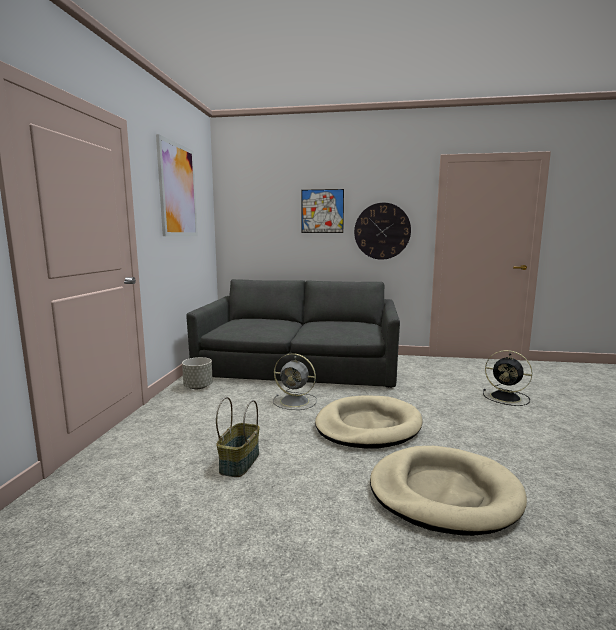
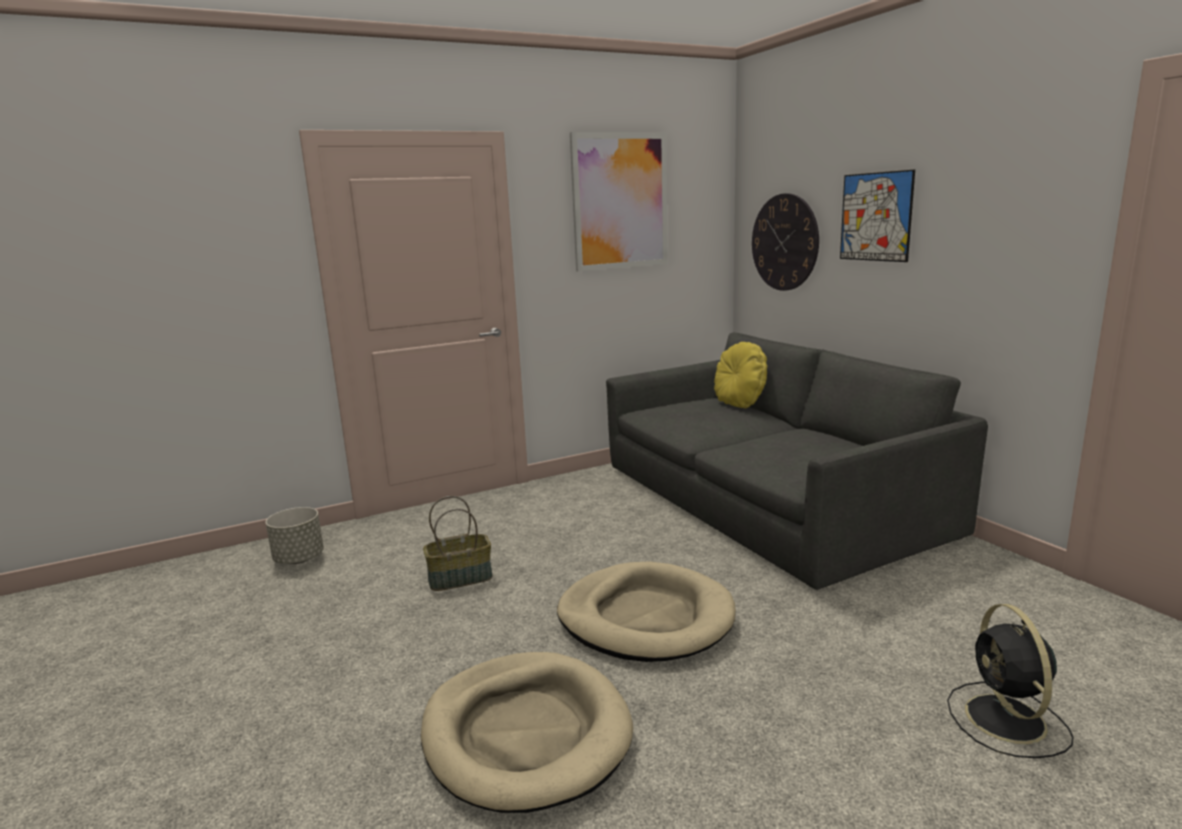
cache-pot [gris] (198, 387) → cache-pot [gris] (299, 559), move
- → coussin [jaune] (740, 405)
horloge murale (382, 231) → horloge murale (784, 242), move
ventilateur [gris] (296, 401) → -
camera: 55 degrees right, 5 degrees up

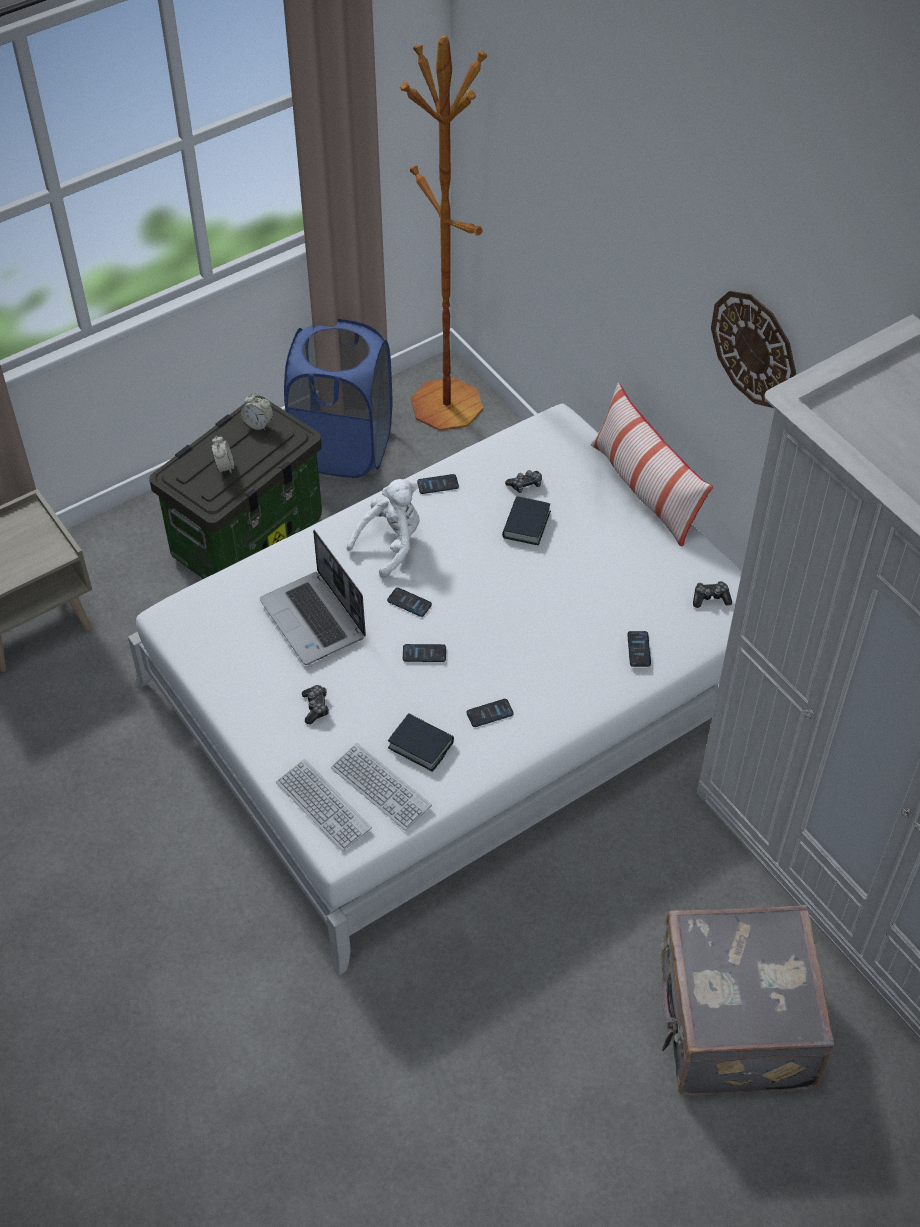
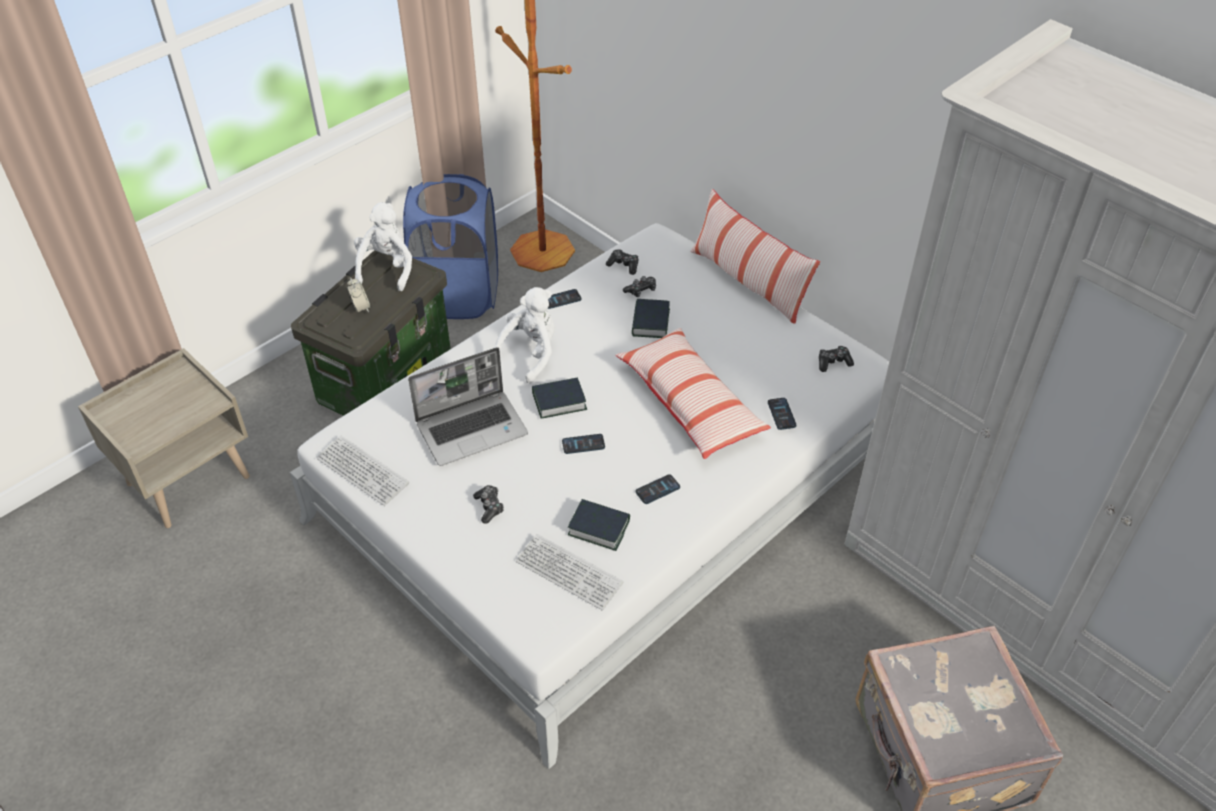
clavier (323, 806) → clavier (362, 472), move
réveil (258, 424) → peluche [blanc] (386, 269)
ordinateur portable (315, 620) → ordinateur portable (472, 428), 75 degrees counterclockwise
téléphone (409, 602) → livre (559, 401)
- → manette (623, 265)
- → coussin (690, 403)
horloge murale (754, 348) → -
camera: 10 degrees left, 5 degrees down

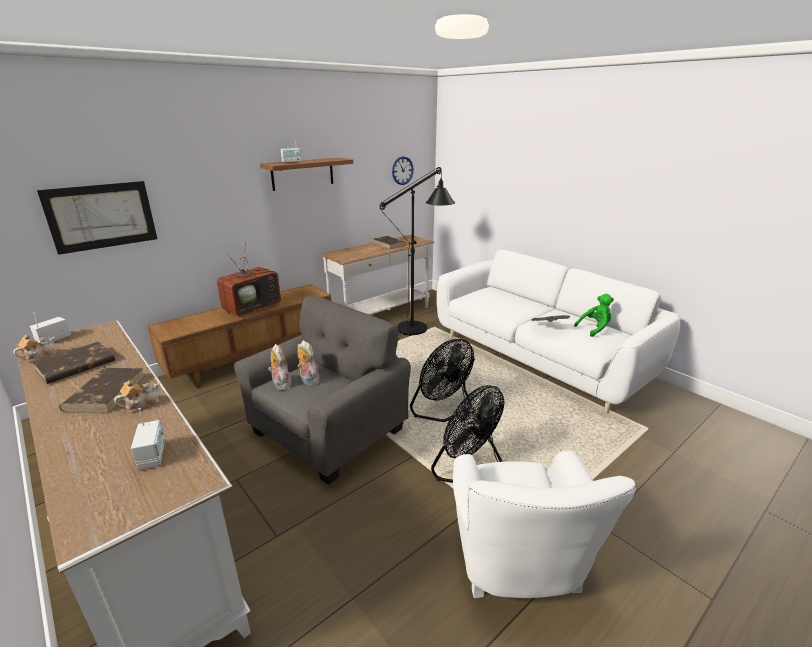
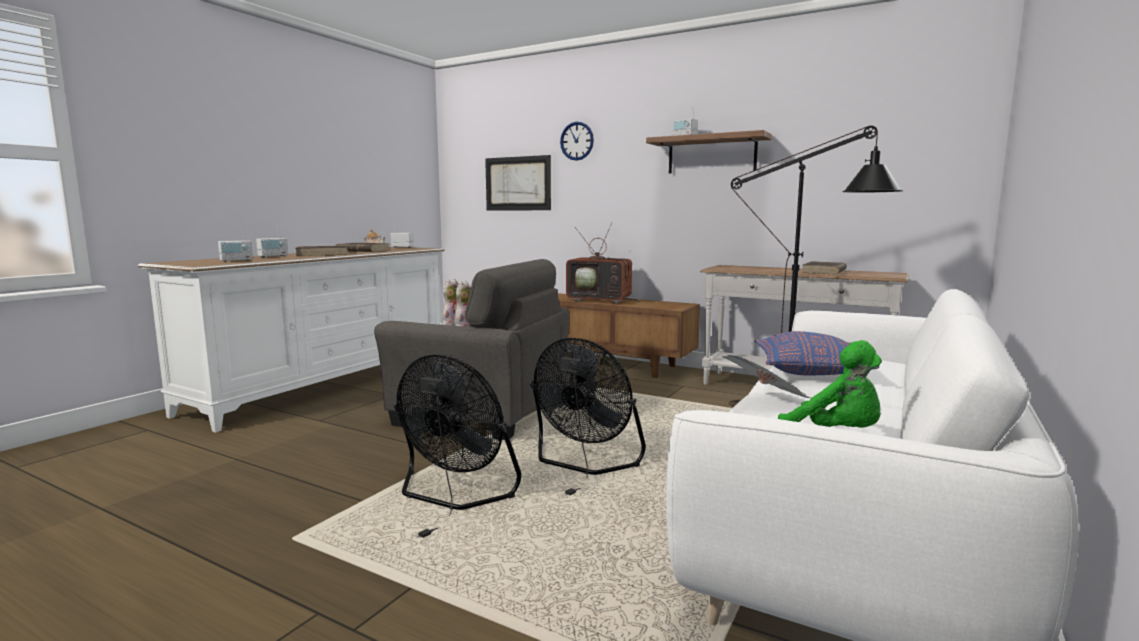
- → radio (273, 256)
horloge murale (402, 170) → horloge murale (577, 141), move
- → coussin [bleu] (810, 371)
théière (141, 405) → -
fauteuil [blanc] (517, 561) → -
camera: 70 degrees right, 15 degrees down

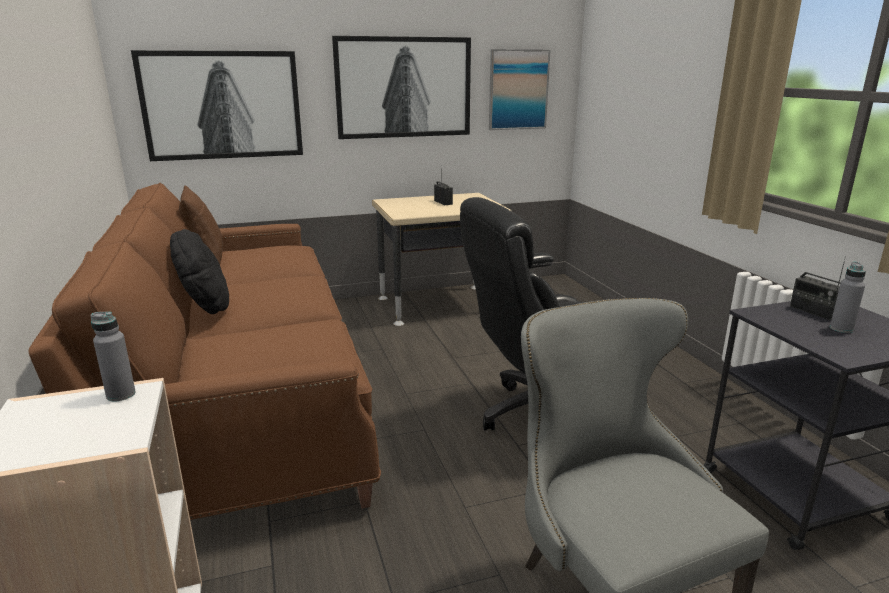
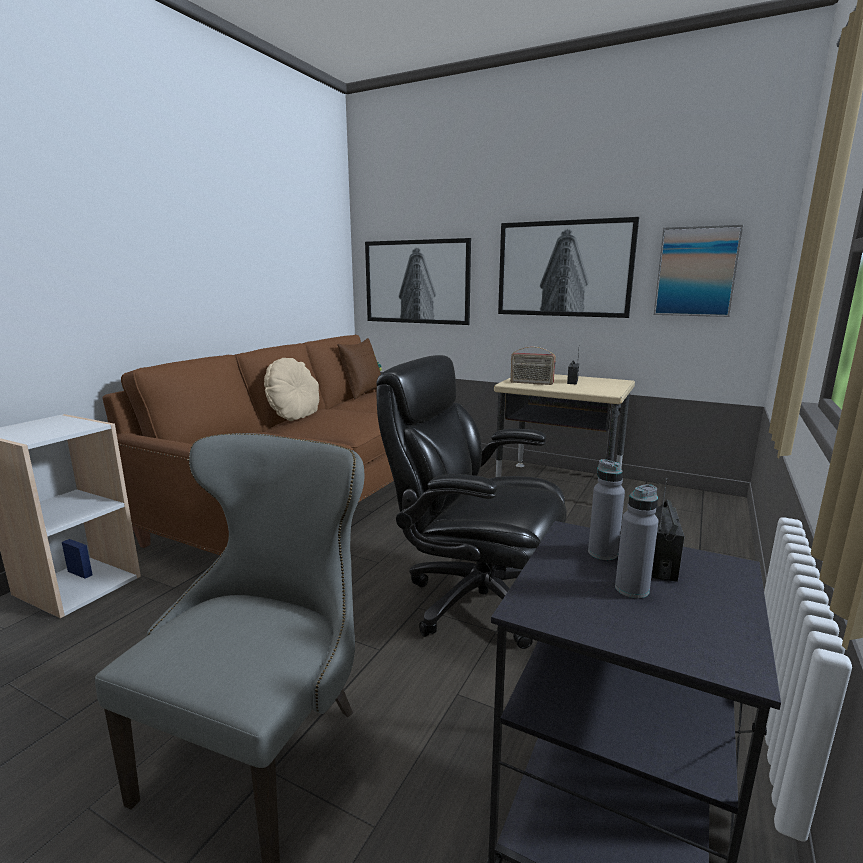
coussin [noir] (206, 309) → coussin [beige] (294, 418)
- → radio (531, 383)
bouteille [gris] (121, 395) → bouteille [gris] (602, 553), move
camera: 45 degrees right, 5 degrees down

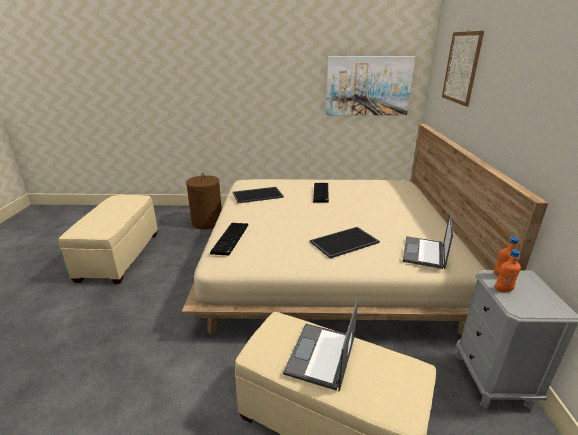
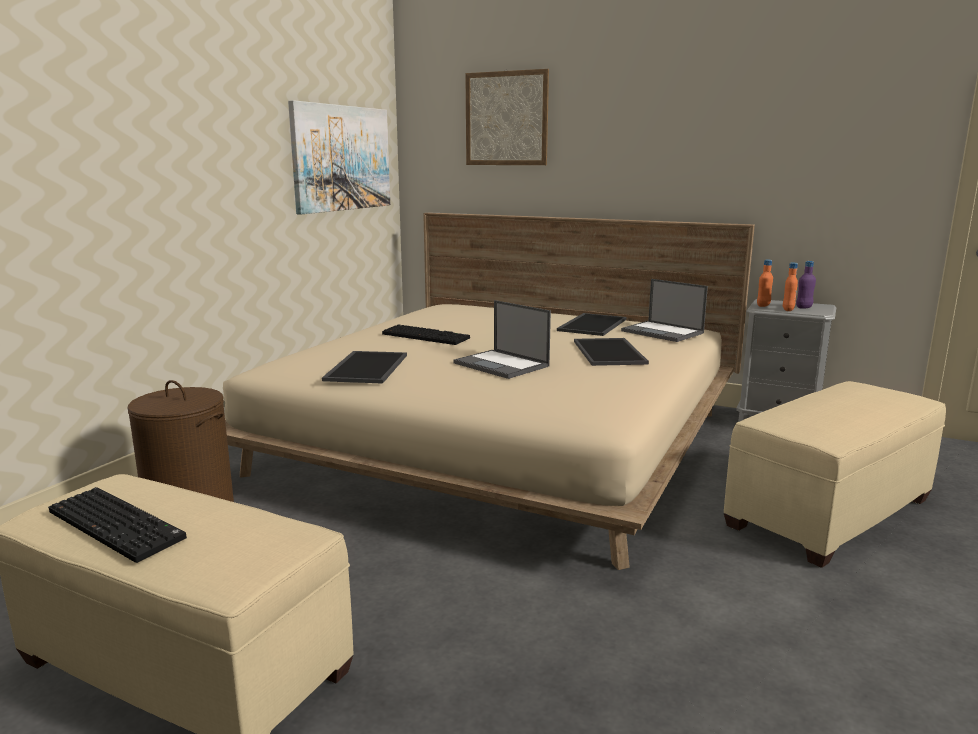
clavier (231, 239) → clavier (119, 525), move
ordinateur portable (321, 356) → ordinateur portable (502, 365), move
- → plateau (591, 324)
- → bouteille [violet] (804, 307)
camera: 65 degrees left, 10 degrees down

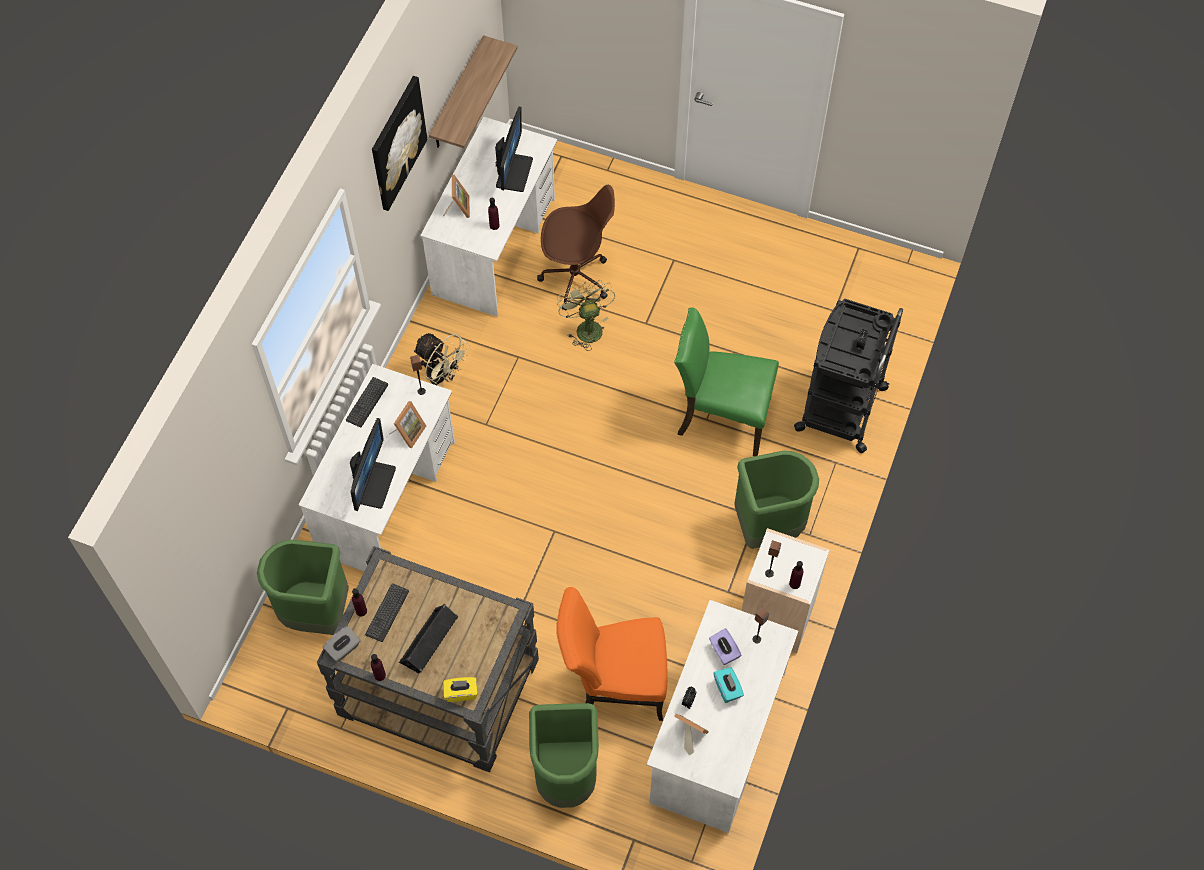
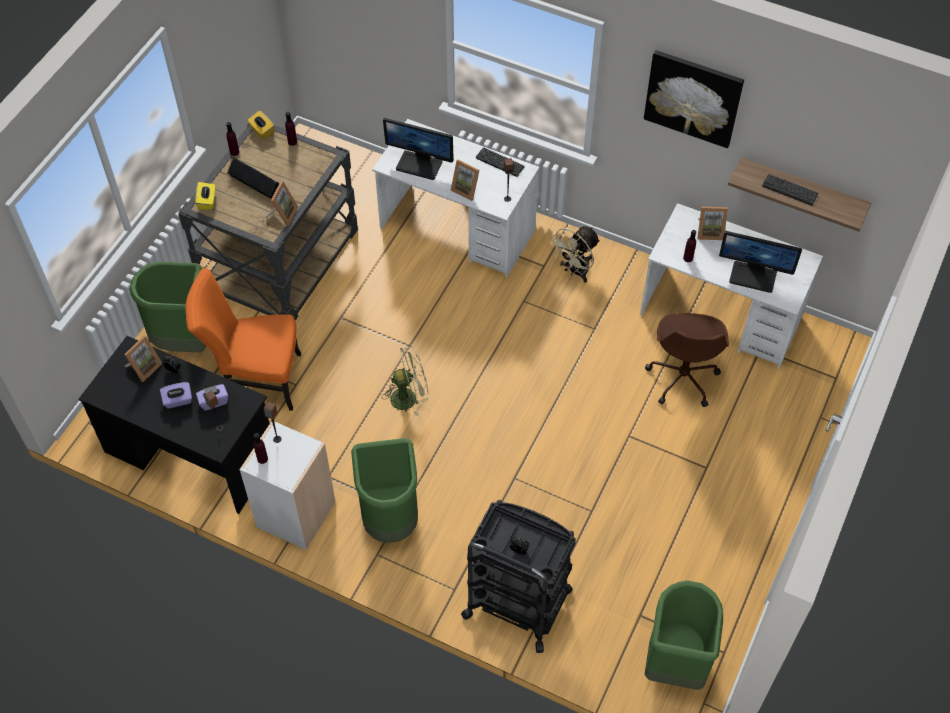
bureau [blanc] (717, 737) → bureau [noir] (190, 453)
boîte à mouchoirs [turquoise] (727, 689) → boîte à mouchoirs [violet] (178, 400)
chaise [orange] (613, 684) → chaise [orange] (256, 379), 90 degrees counterclockwise
boîte à mouchoirs [gris] (343, 649) → boîte à mouchoirs [jaune] (262, 131)
- → cadre photo (283, 214)
ventilateur [vert] (586, 327) → ventilateur [vert] (409, 397), move
poubelle [vert] (316, 613) → poubelle [vert] (674, 662), move
clavier (387, 612) → clavier (789, 190), move
chaise [vert] (721, 417) → -
camera: 95 degrees right, 5 degrees down

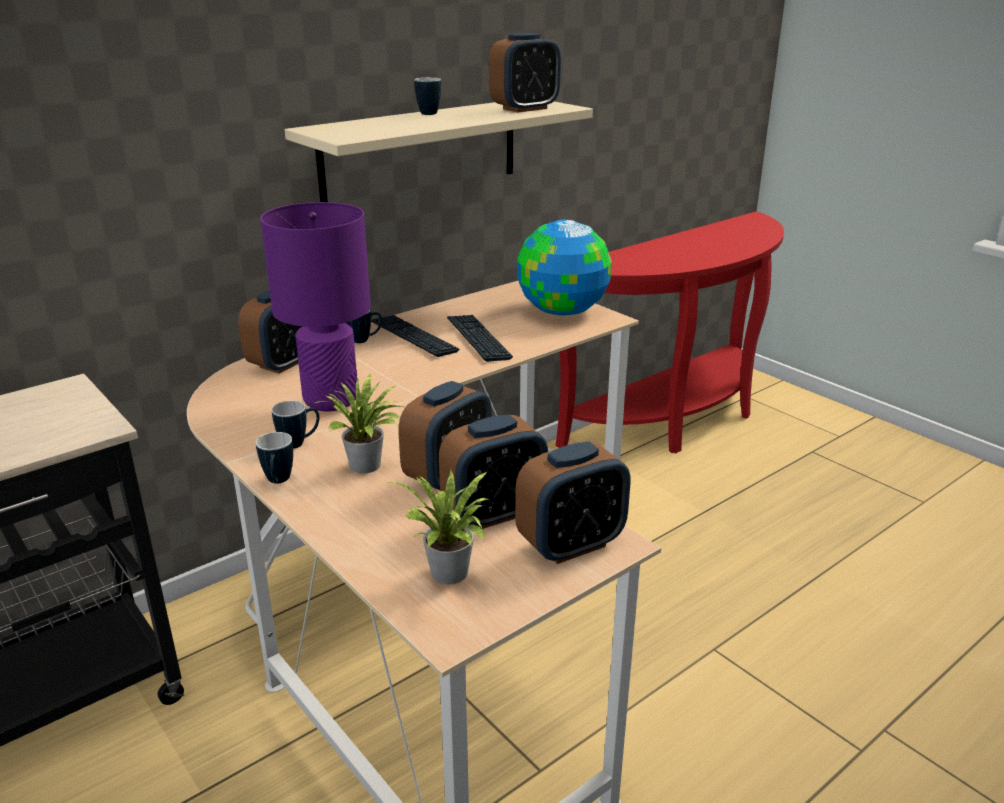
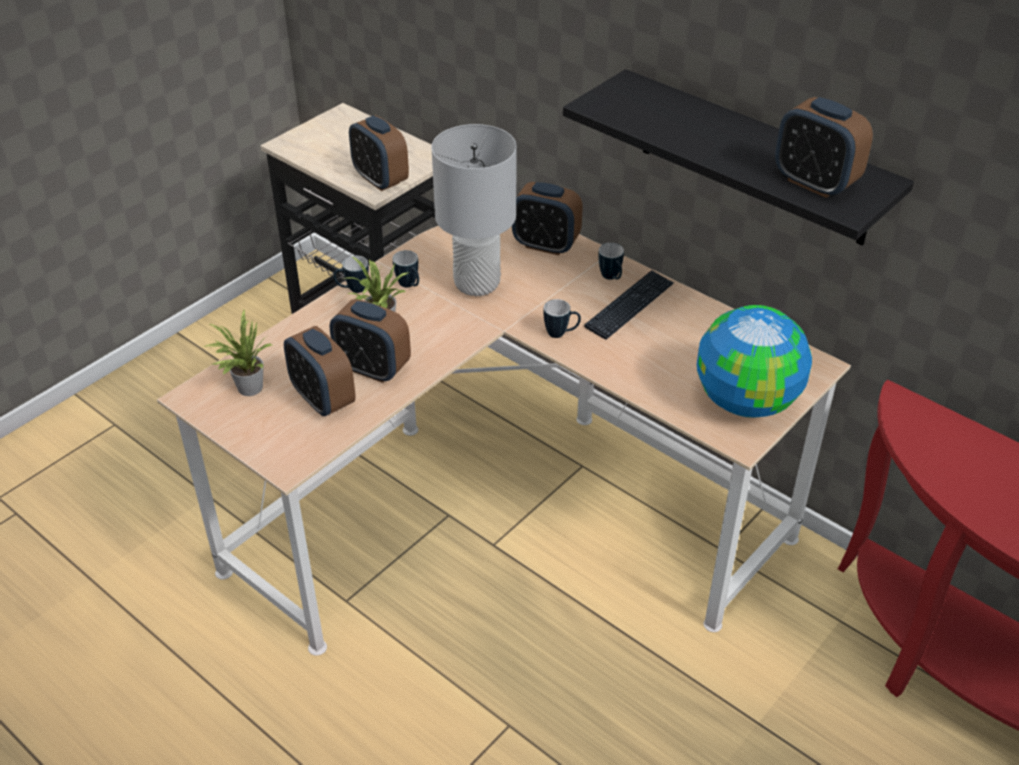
réveil (571, 545) → réveil (380, 179), move
lampe de table [violet] (332, 404) → lampe de table [gris] (477, 287)
mug (430, 113) → mug (561, 334), move
étagère [beige] (421, 151) → étagère [noir] (754, 158)
clavier (478, 339) → -
camera: 80 degrees right, 15 degrees up

